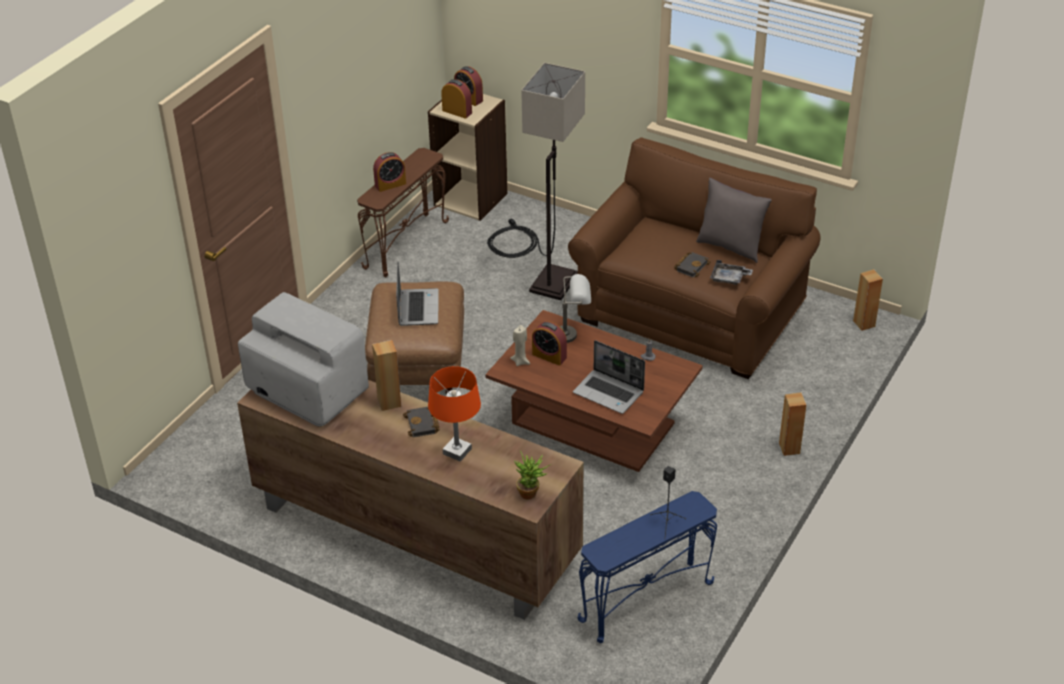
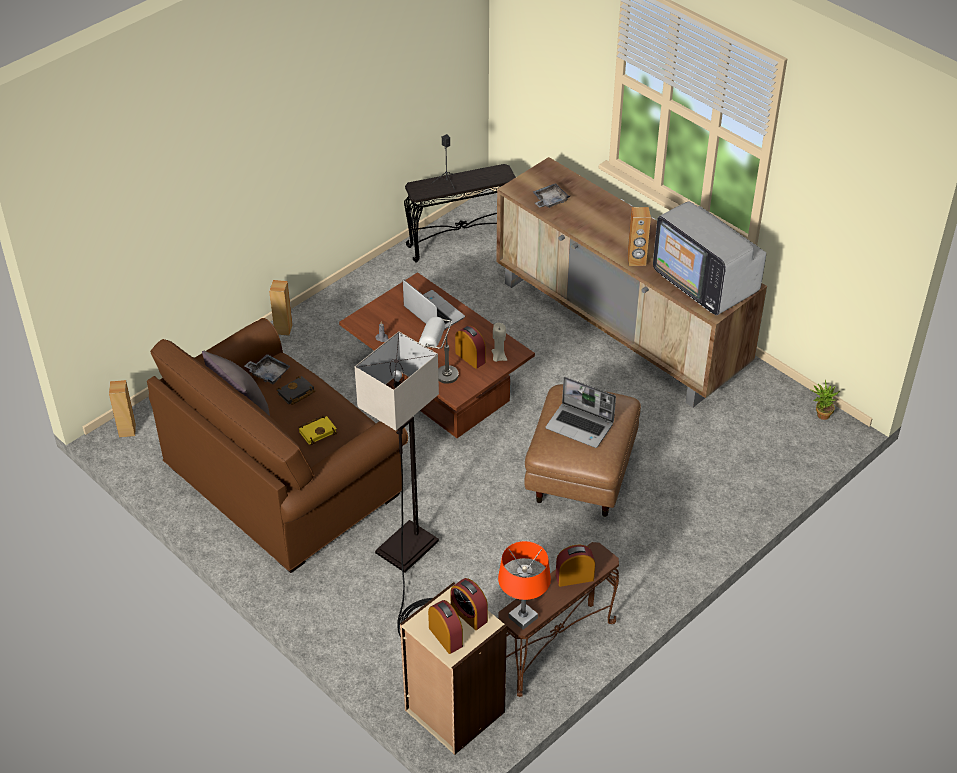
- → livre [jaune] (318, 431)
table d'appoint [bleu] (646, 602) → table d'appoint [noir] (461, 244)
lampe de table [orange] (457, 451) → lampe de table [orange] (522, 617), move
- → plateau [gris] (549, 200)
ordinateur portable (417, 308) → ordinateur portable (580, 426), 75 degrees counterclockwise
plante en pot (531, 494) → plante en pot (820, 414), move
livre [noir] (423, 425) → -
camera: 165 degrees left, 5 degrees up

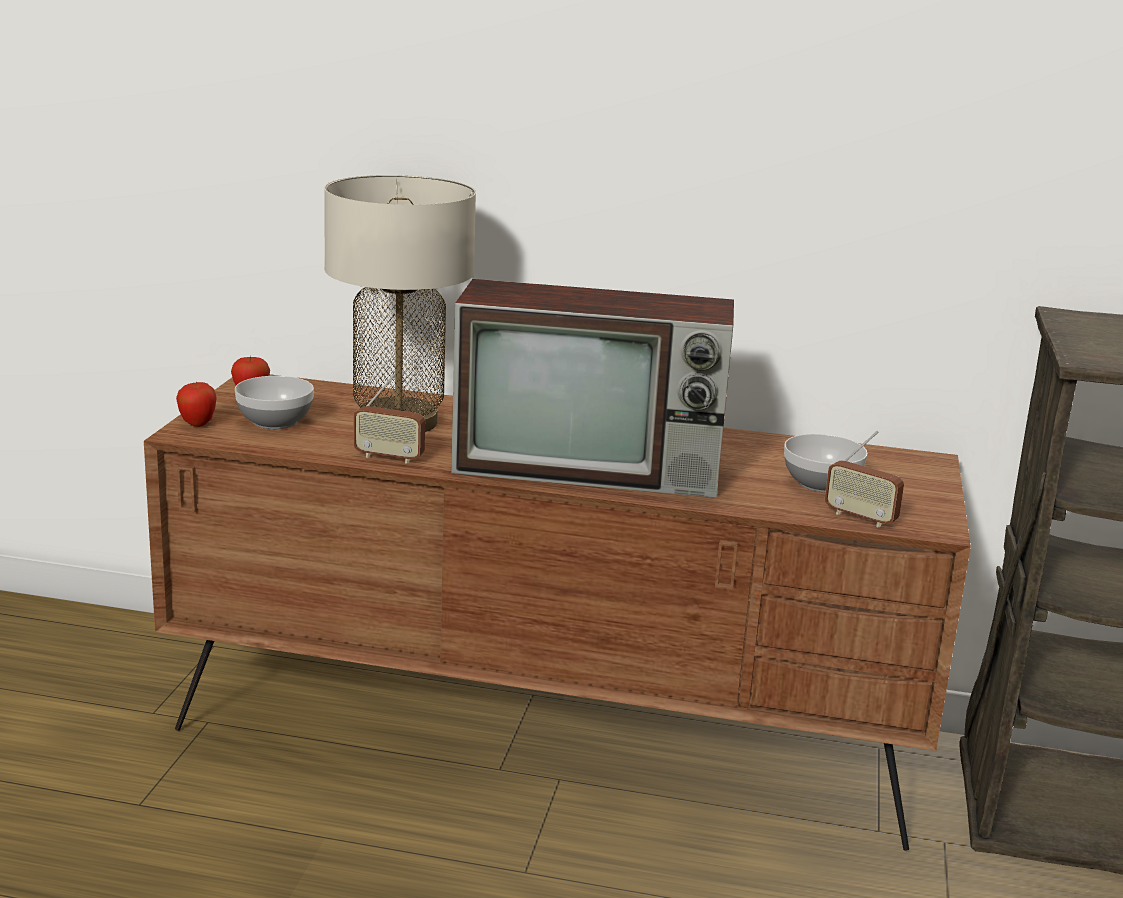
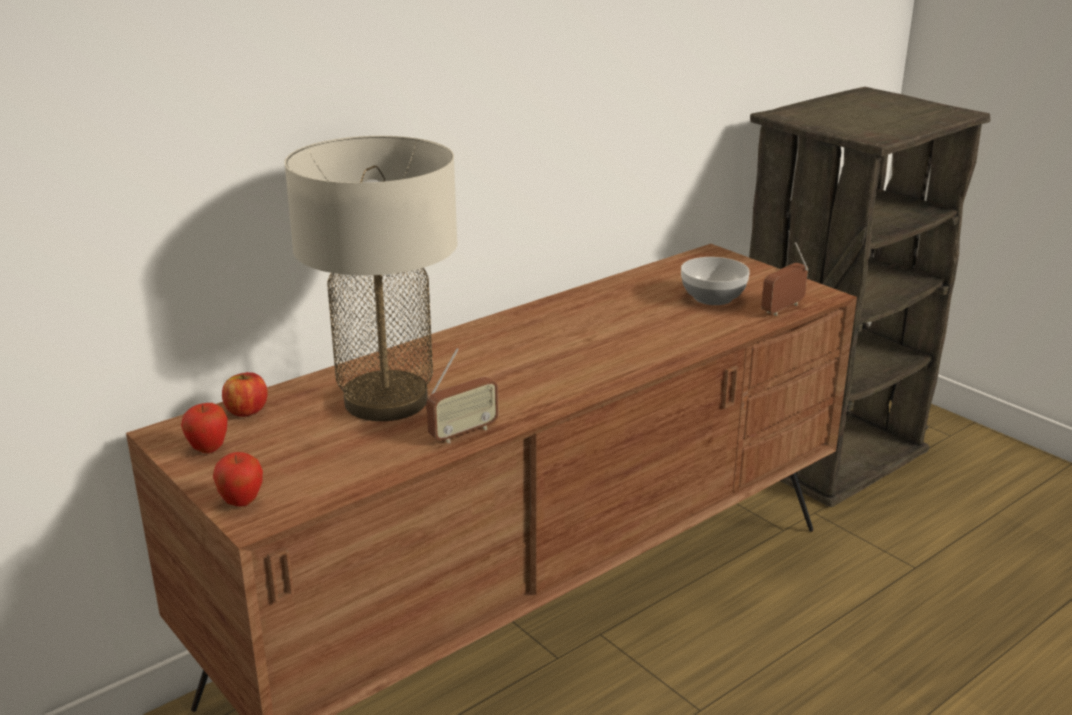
- → pomme (246, 411)
radio (860, 518) → radio (783, 309), 150 degrees clockwise
bol (274, 421) → -
téléviseur (593, 468) → -
camera: 50 degrees left, 5 degrees up

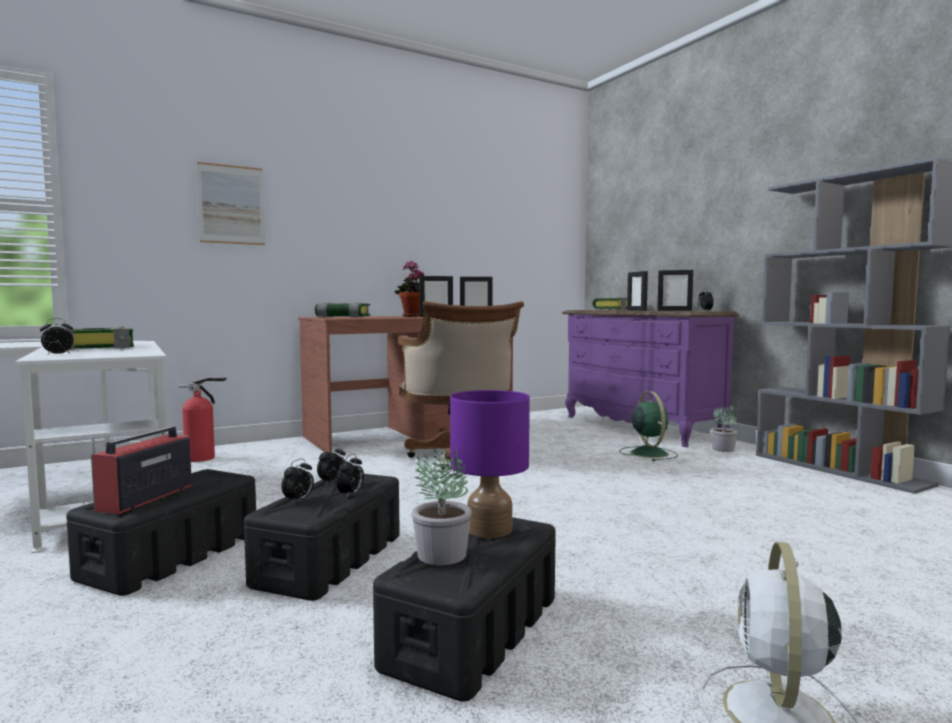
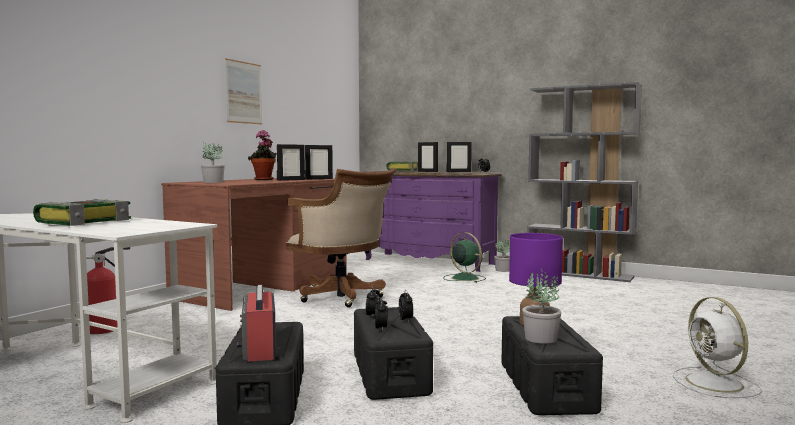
livre (342, 317) → plante en pot (213, 182)
tableau (231, 204) → tableau (243, 92), move
réveil (58, 355) → -
camera: 30 degrees left, 0 degrees up

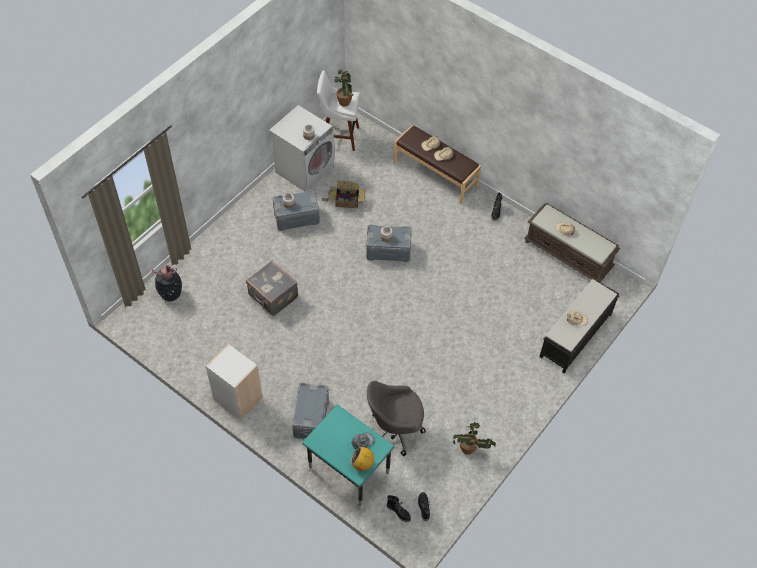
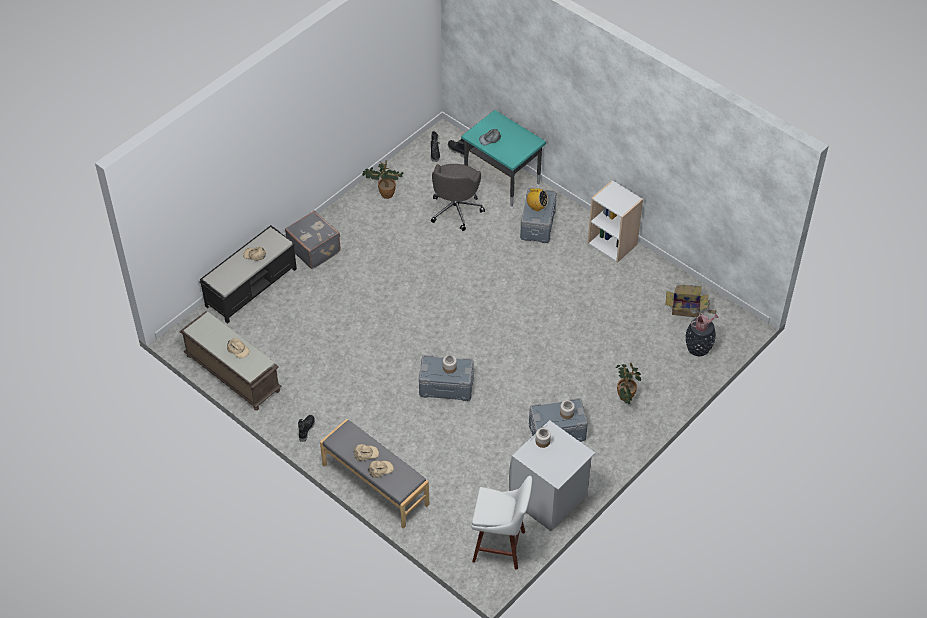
valise [gris] (273, 297) → valise [gris] (314, 249), move
banc [marron] (435, 174) → banc [gris] (375, 485)
chaise de bureau [gris] (394, 430) → chaise de bureau [gris] (455, 211), 105 degrees clockwise
radio (362, 464) → radio (536, 207), move
plante en pot (345, 100) → plante en pot (624, 399), move
carton (346, 201) → carton (687, 309), move
camera: 175 degrees left, 5 degrees down

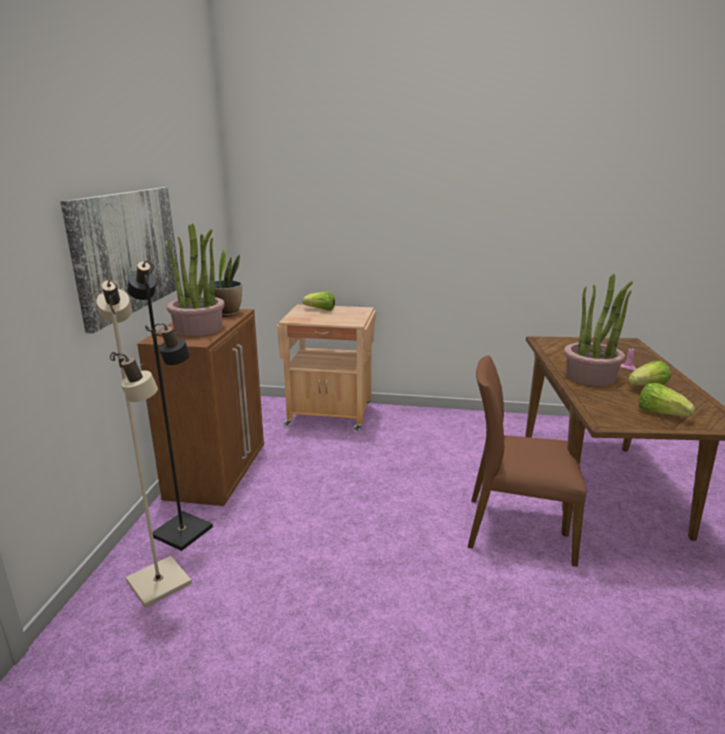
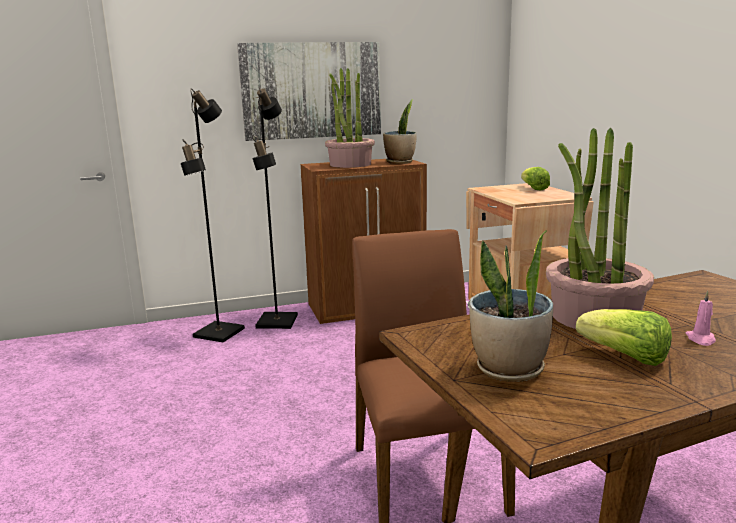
lampadaire [beige] (159, 582) → lampadaire [noir] (219, 333)
laitue (660, 413) → plante en pot (508, 369)
camera: 65 degrees right, 5 degrees down

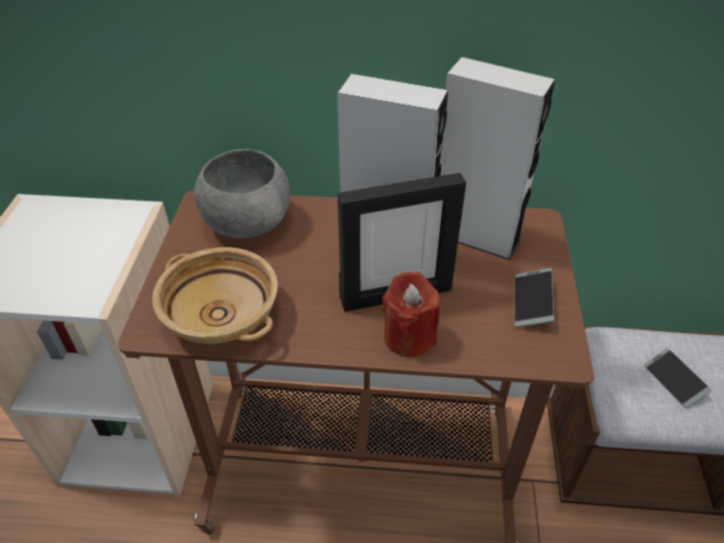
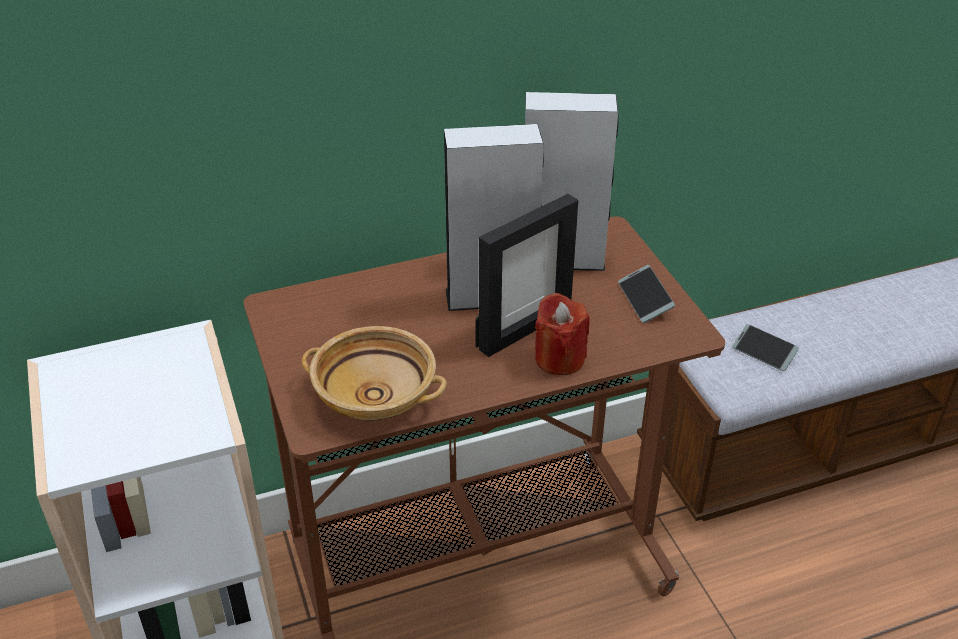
bol [gris] (247, 223) → -
camera: 25 degrees left, 5 degrees down

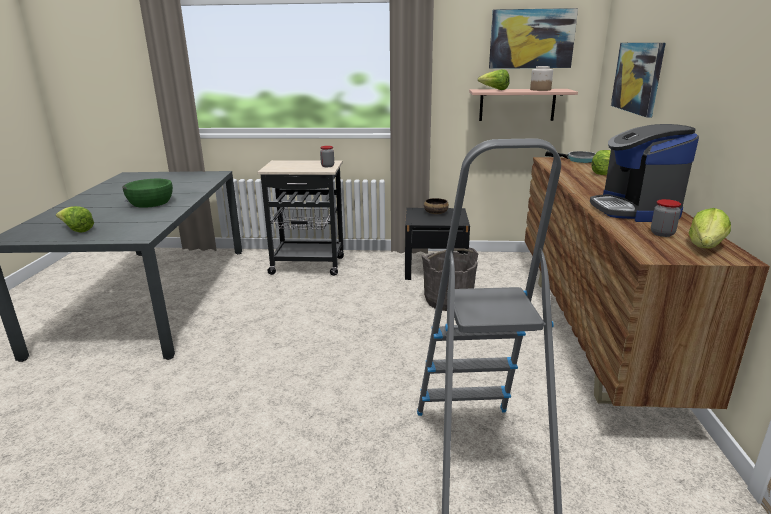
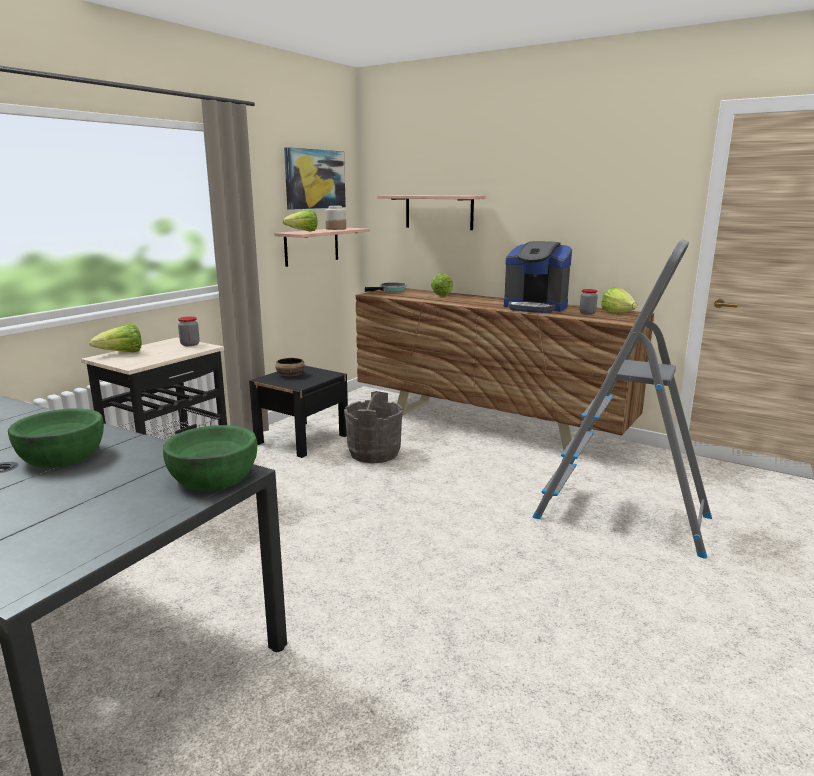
laitue (76, 230) → laitue (122, 353), move
- → bol [vert] (214, 476)
tableau (637, 77) → étagère (439, 212)
camera: 60 degrees left, 5 degrees down

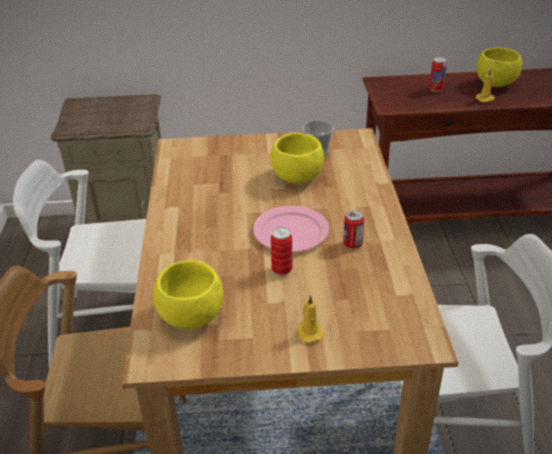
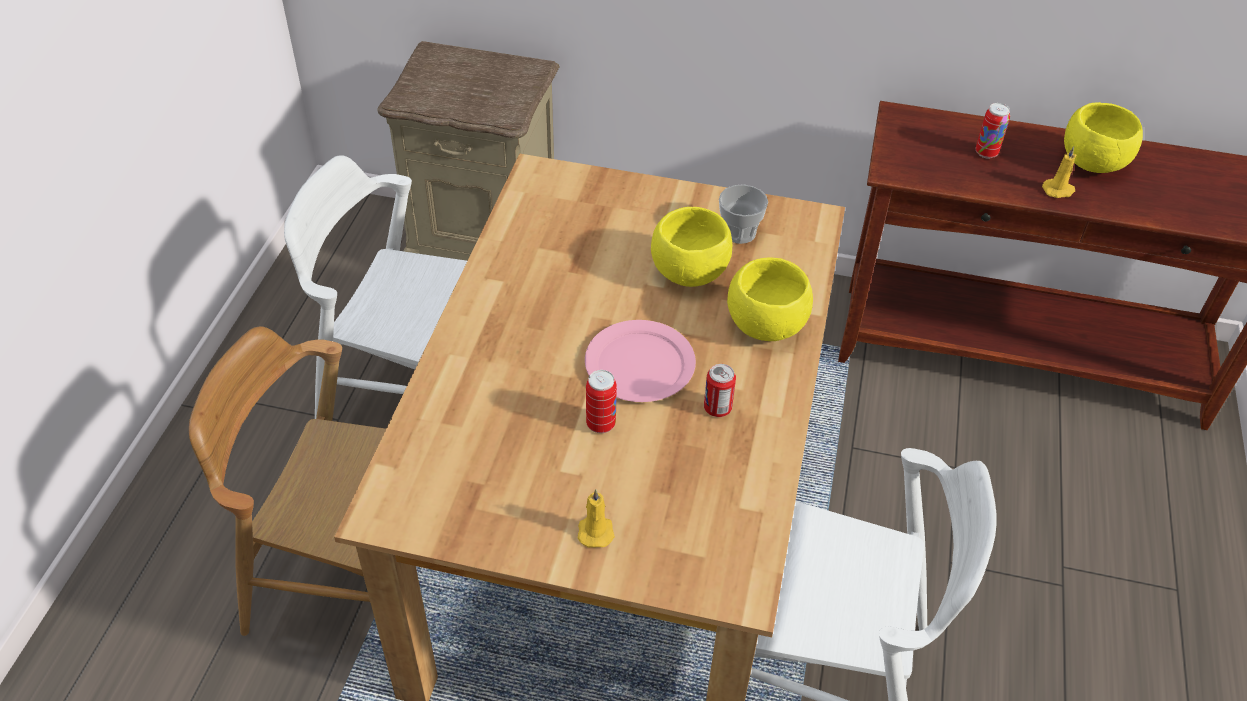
bol [jaune] (192, 317) → bol [jaune] (766, 326), move
camera: 15 degrees right, 10 degrees up

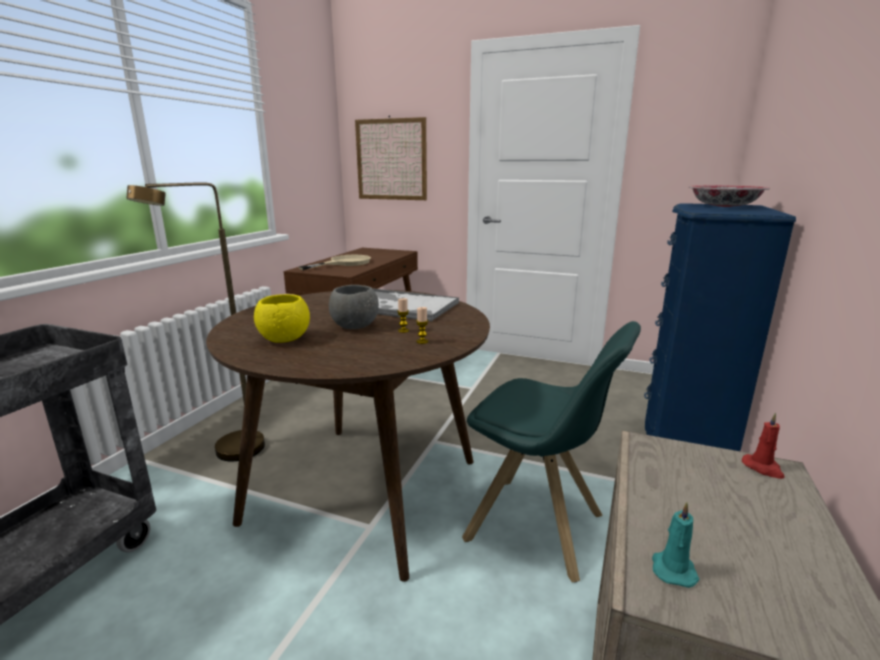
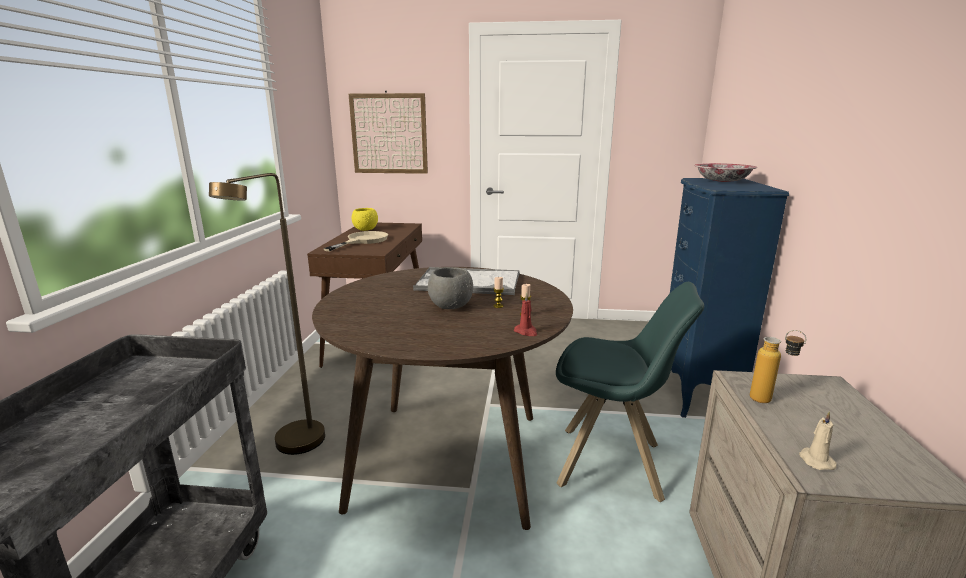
bol [jaune] (285, 339) → bol [jaune] (366, 229), move
bougie [rouge] (763, 468) → bougie [rouge] (526, 332), move
- → bouteille (769, 401)
bougie [turquoise] (672, 568) → bougie [beige] (815, 460)
camera: 15 degrees left, 0 degrees up

